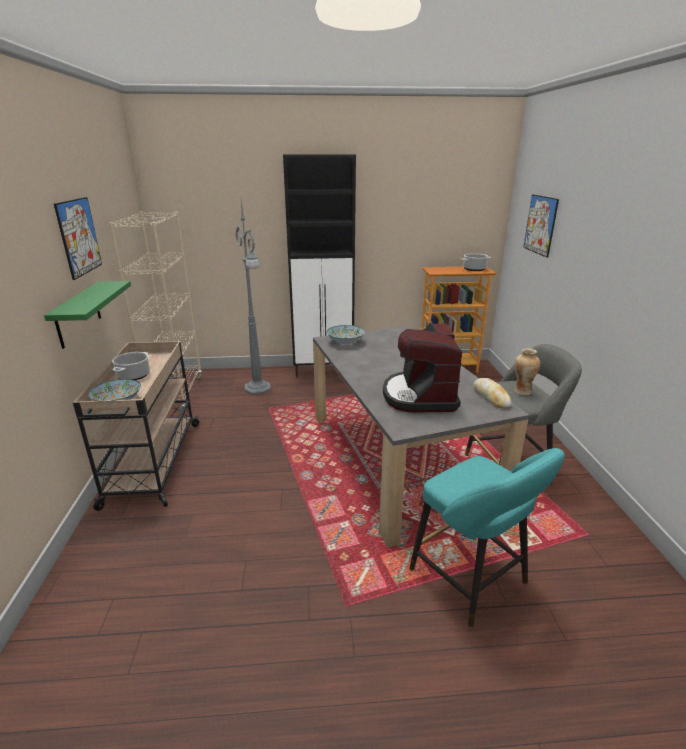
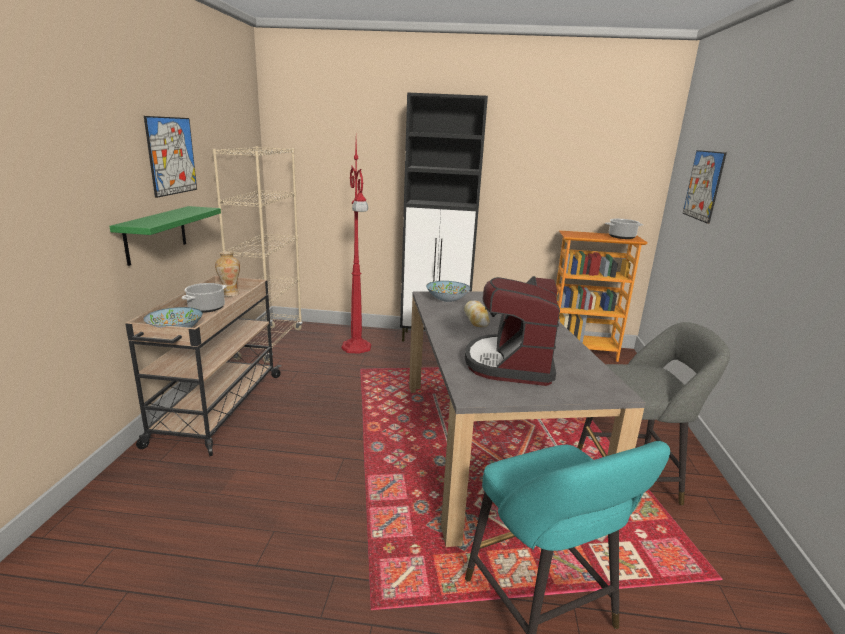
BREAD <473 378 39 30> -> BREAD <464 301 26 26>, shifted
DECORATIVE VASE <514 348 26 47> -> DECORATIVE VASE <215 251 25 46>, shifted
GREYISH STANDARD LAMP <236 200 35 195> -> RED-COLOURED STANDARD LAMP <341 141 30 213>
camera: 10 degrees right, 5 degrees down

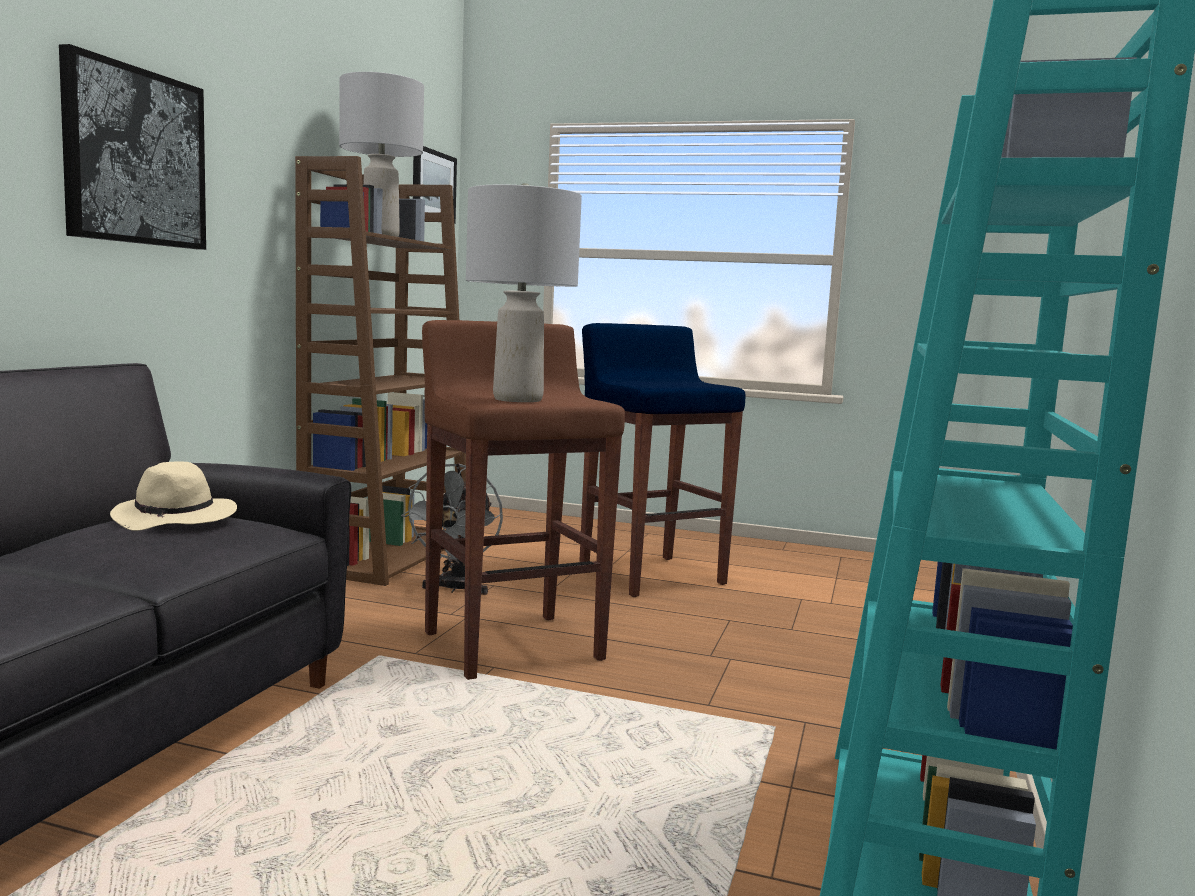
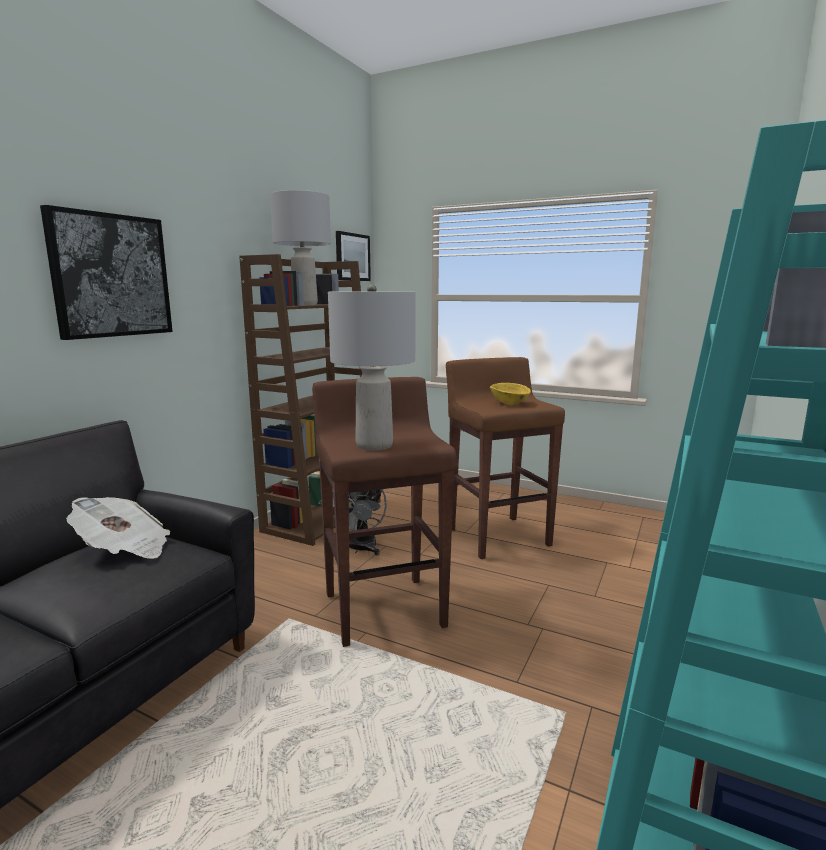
none -> YELLOW-COLOURED DEEP DISH <490 383 41 22>
SAND-COLOURED WEARABLE HAT <110 461 127 70> -> PRINTED PAPER <66 497 104 62>
BLUE-COLOURED STOOL <579 323 166 274> -> BROWN-COLOURED STOOL <446 357 119 202>
camera: 10 degrees right, 5 degrees up

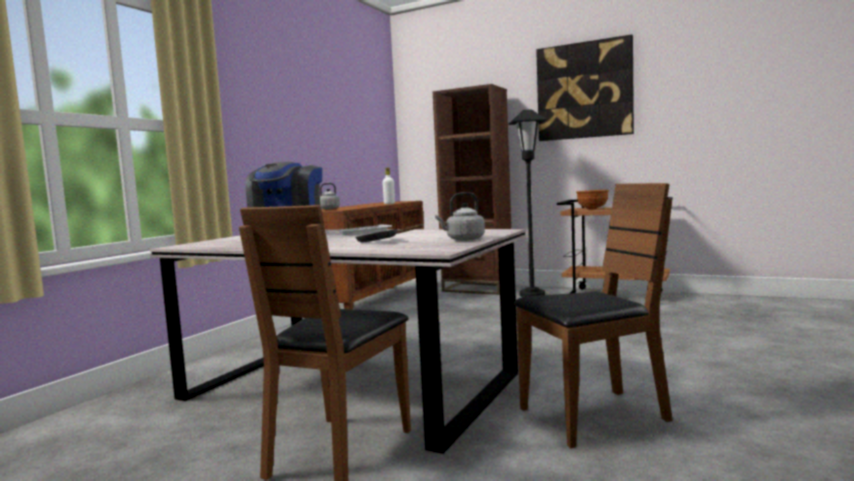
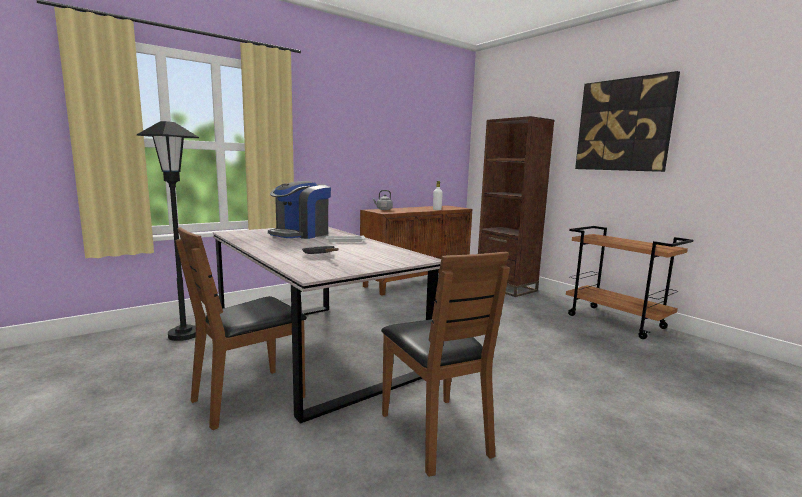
GREYISH WATER KETTLE <435 192 50 49> -> none
BROWN-COLOURED DEEP DISH <576 190 33 20> -> none
BLACKISH STANDARD LAMP <508 109 39 188> -> BLACKISH STANDARD LAMP <137 121 62 220>, shifted
BROWN-COLOURED PLAIN CHAIR <513 183 159 265> -> BROWN-COLOURED PLAIN CHAIR <381 251 129 226>, 60 degrees clockwise
camera: 25 degrees right, 5 degrees up

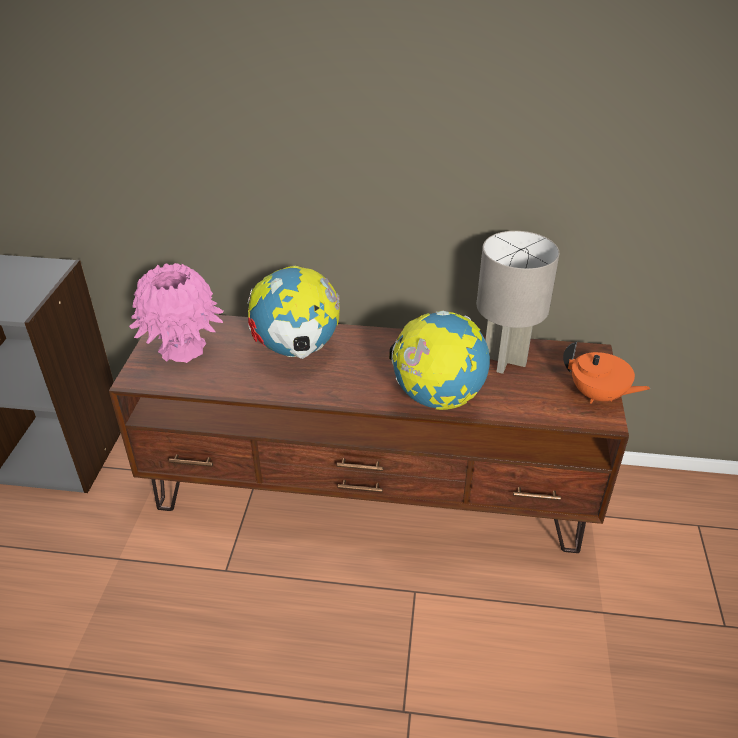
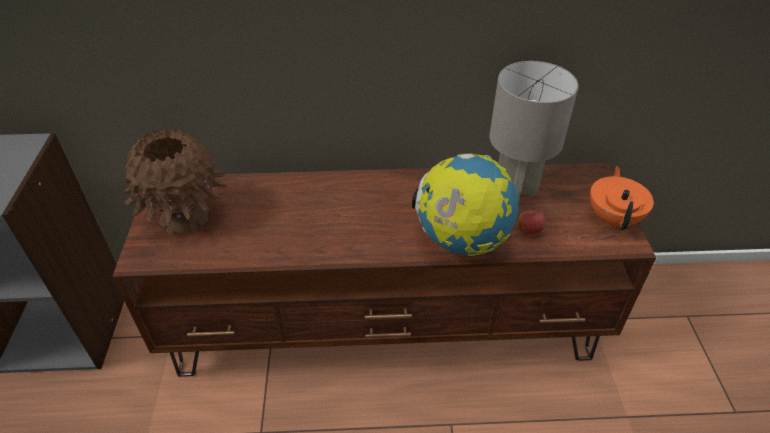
WORLD GLOBE <247 266 93 93> -> none
none -> APPLE <518 210 28 26>
PINK DECORATIVE VASE <129 263 95 100> -> BROWN-COLOURED DECORATIVE VASE <124 129 103 105>
ORANGEY POT FOR TEA <563 342 87 62> -> ORANGEY POT FOR TEA <590 166 64 64>, 105 degrees counterclockwise
camera: 10 degrees left, 5 degrees up

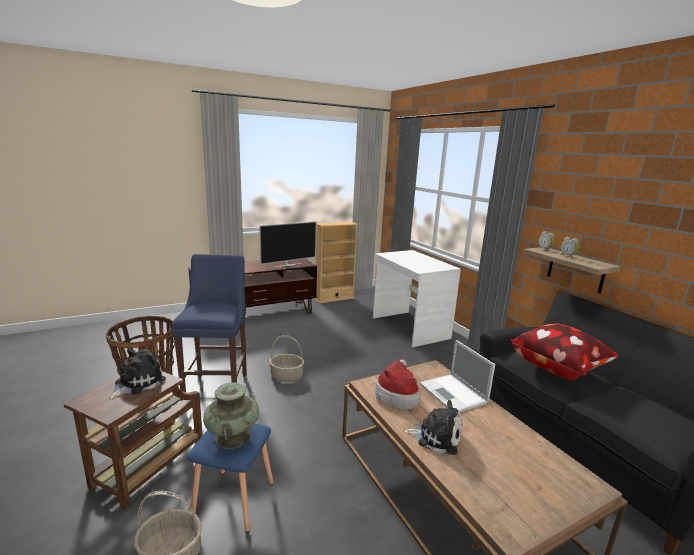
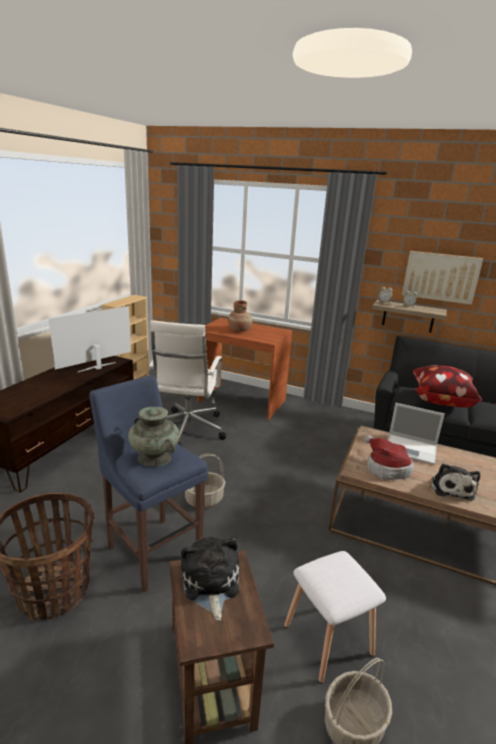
none -> WHITE-COLOURED DESK CHAIR <148 320 78 126>
none -> BROWN-COLOURED DECORATIVE VASE <228 300 24 32>
none -> PICTURE <402 251 81 54>
TURQUOISE-COLOURED DECORATIVE VASE <203 382 56 67> -> TURQUOISE-COLOURED DECORATIVE VASE <128 407 51 60>, shifted
BLUE-COLOURED STOOL <187 423 87 109> -> WHITE-COLOURED STOOL <284 551 102 133>
WHITE-COLOURED DESK <373 250 88 97> -> BROWN-COLOURED DESK <197 318 95 102>
TV SET <259 221 57 46> -> TV SET <49 306 82 66>, 150 degrees counterclockwise
CUDDLY TOY <403 400 59 55> -> CUDDLY TOY <431 463 49 38>, 120 degrees clockwise
camera: 40 degrees left, 5 degrees up

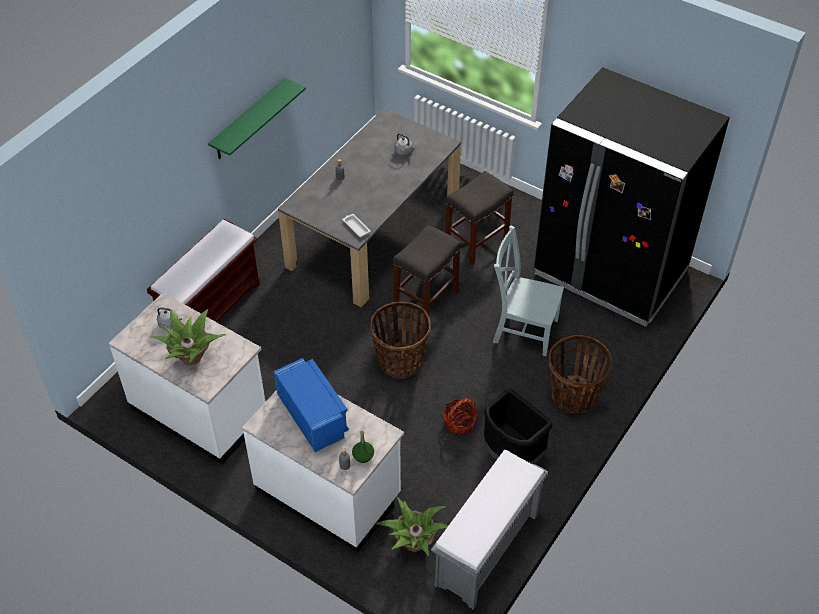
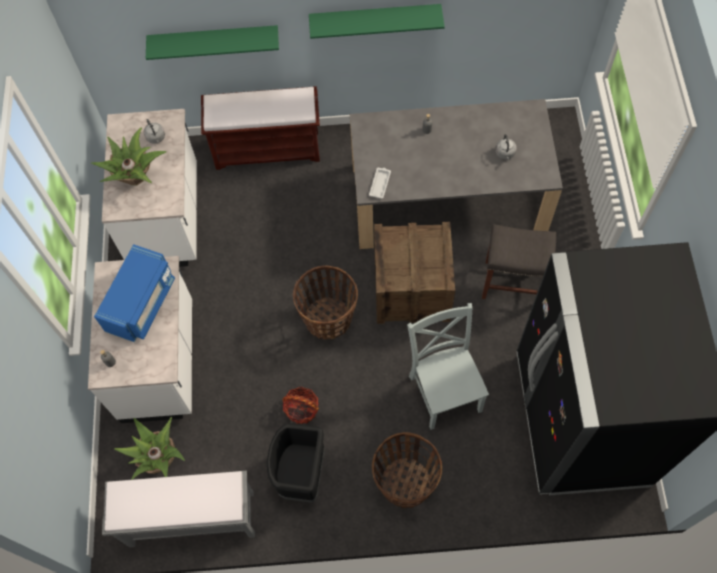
GREENISH BEVERAGE BOTTLE <352 431 22 32> -> none
none -> GREENISH SHELF <146 25 133 35>
GREYISH STOOL <393 225 68 99> -> SHIPPING CRATE <374 222 81 102>
camera: 55 degrees right, 15 degrees up

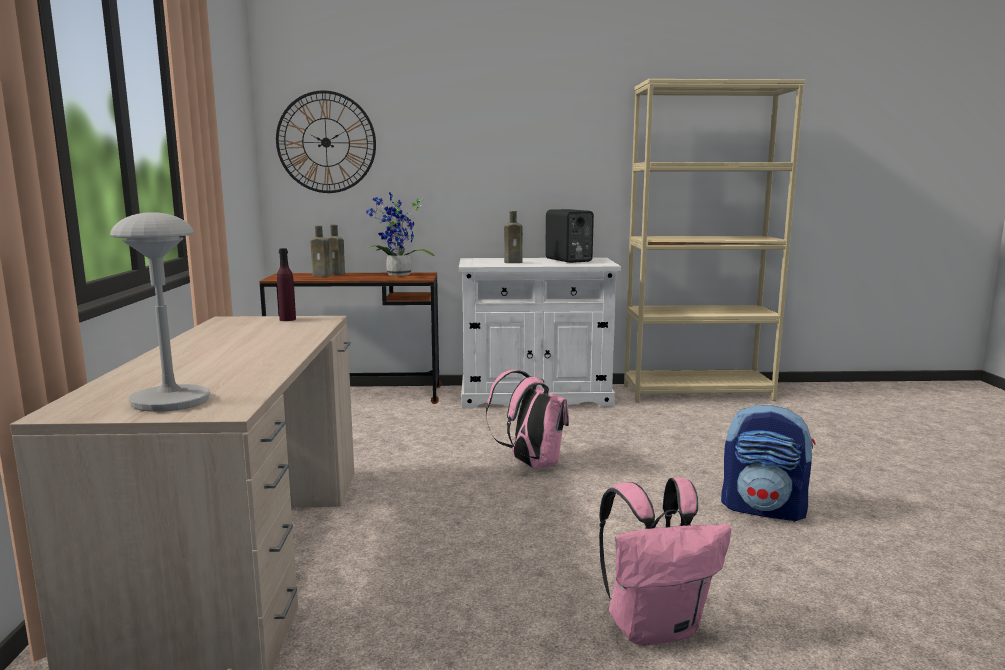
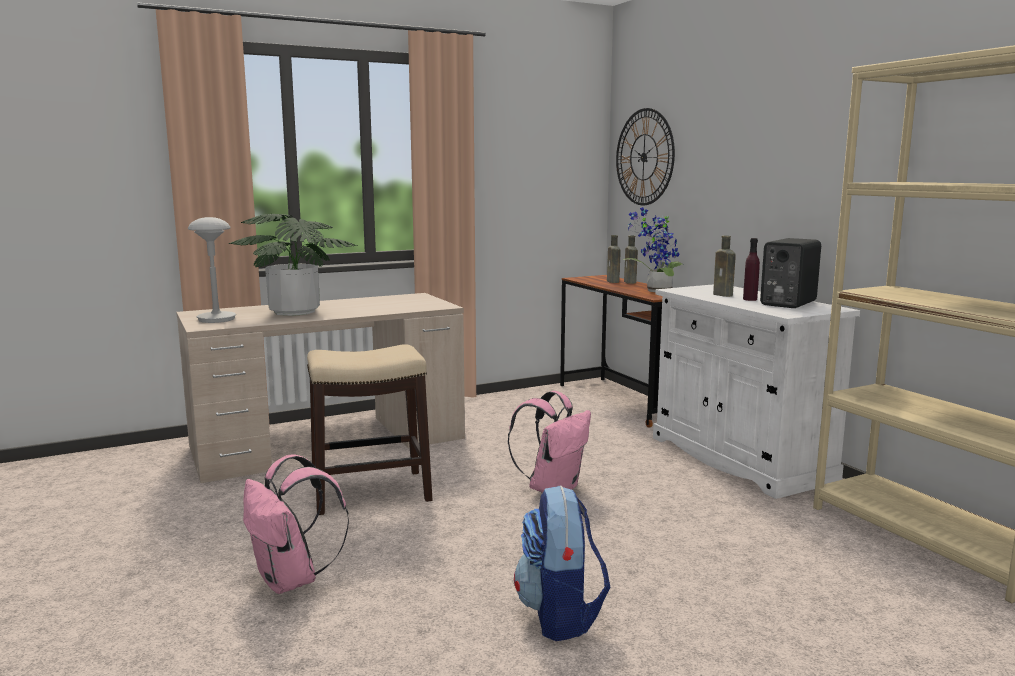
none -> POTTED PLANT <229 214 129 102>
none -> STOOL <307 344 126 171>
PURPLISH BEVERAGE BOTTLE <277 248 19 73> -> PURPLISH BEVERAGE BOTTLE <743 238 17 63>, shifted
camera: 65 degrees right, 0 degrees up

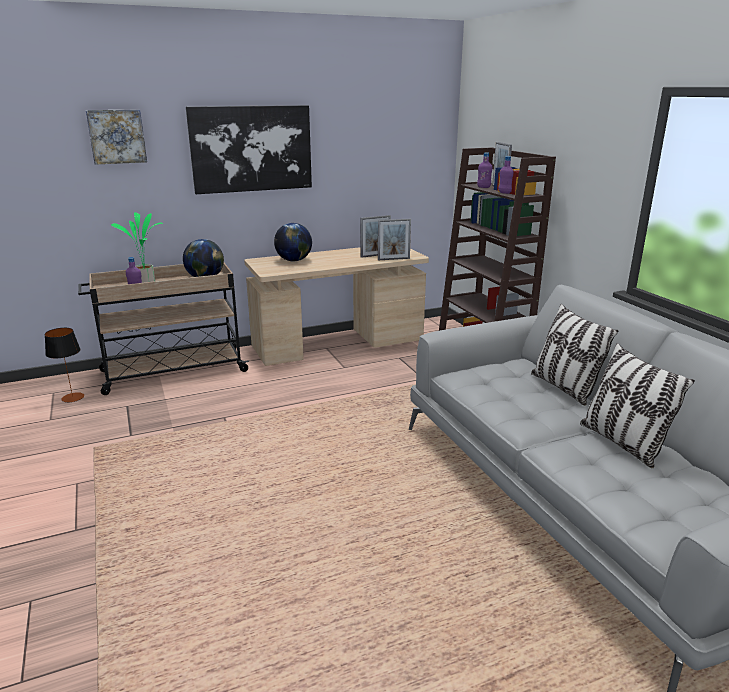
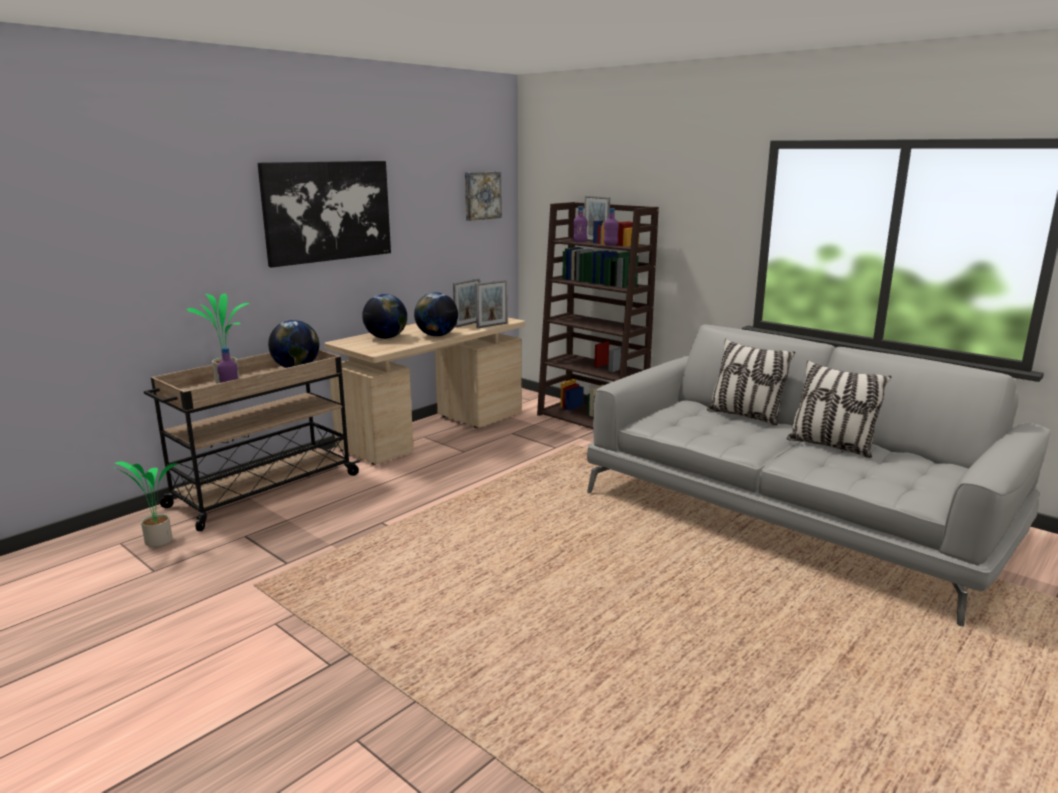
none -> WORLD GLOBE <414 292 44 44>
PICTURE <86 109 61 56> -> PICTURE <465 172 37 49>, shifted
TABLE LAMP <45 328 39 74> -> POTTED PLANT <112 462 66 85>
camera: 25 degrees left, 5 degrees down

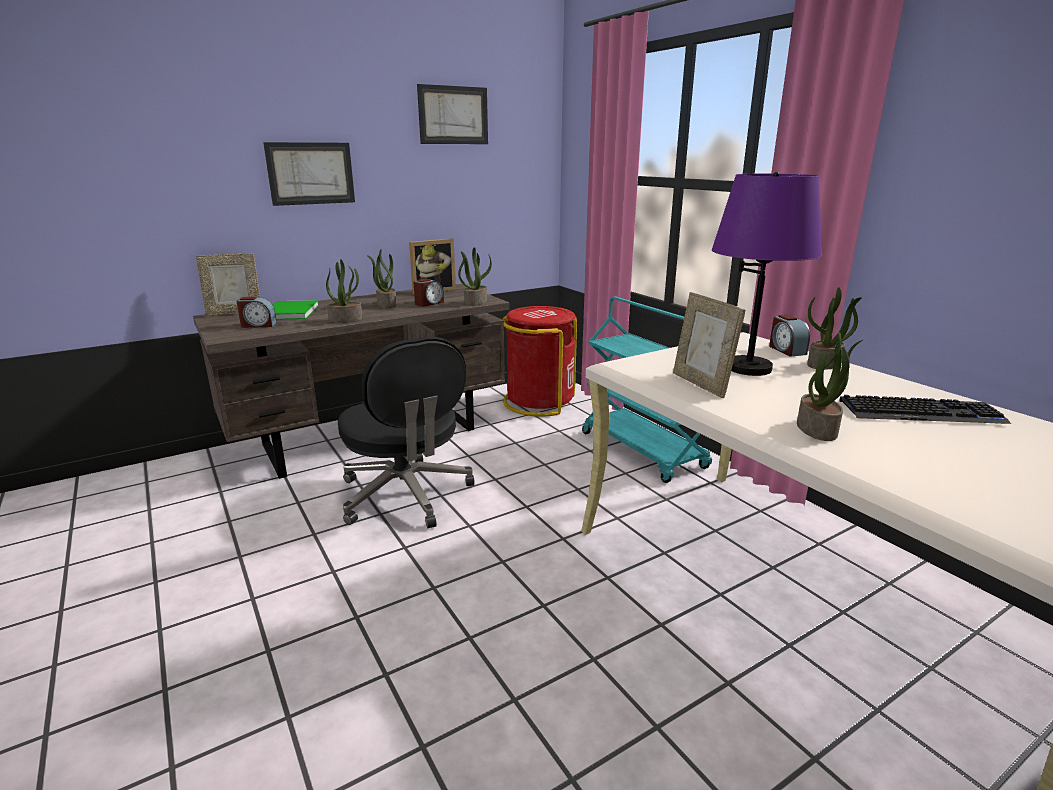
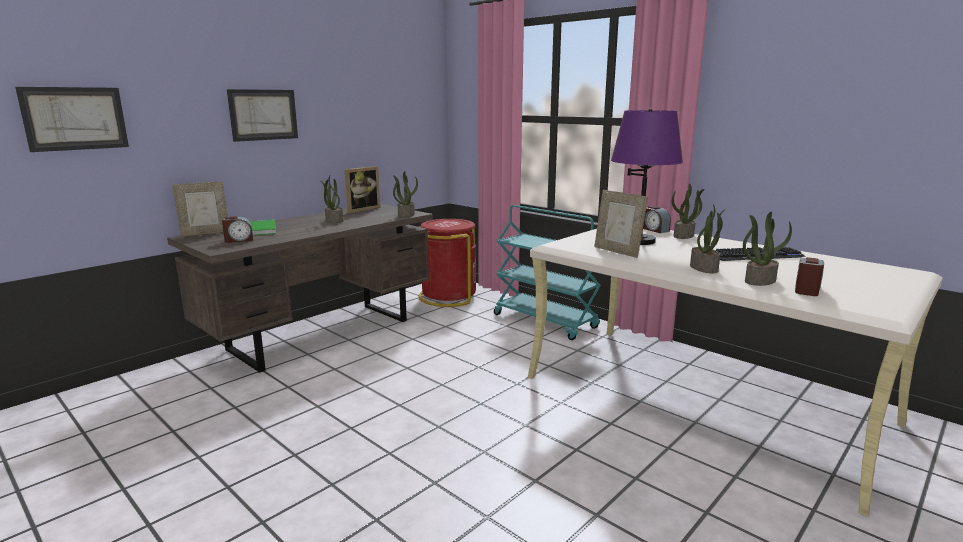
BLACKISH DESK CHAIR <338 337 137 191> -> none
POTTED PLANT <326 259 37 64> -> POTTED PLANT <743 212 49 74>, shifted
BEDSIDE CLOCK <414 279 30 28> -> BEDSIDE CLOCK <795 257 29 39>, shifted
PICTURE <417 84 71 60> -> PICTURE <15 87 114 65>, shifted
camera: 15 degrees left, 5 degrees down

